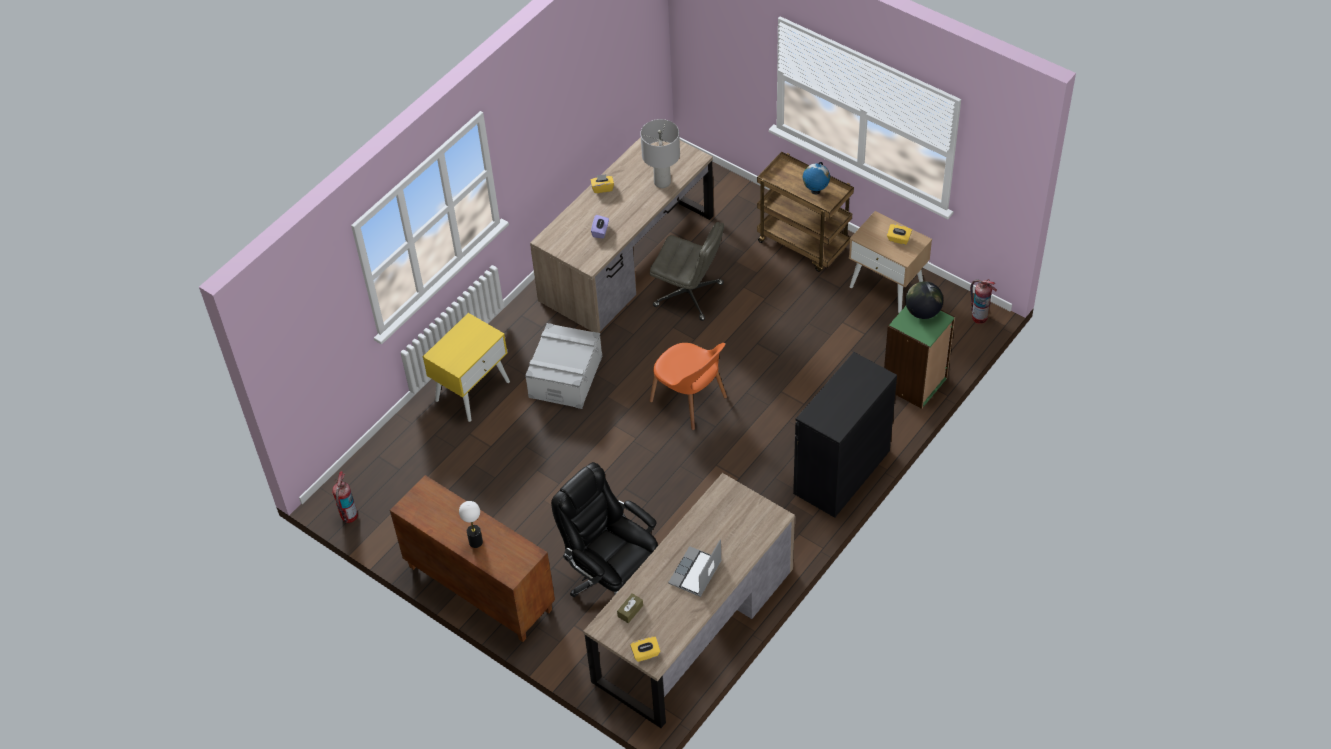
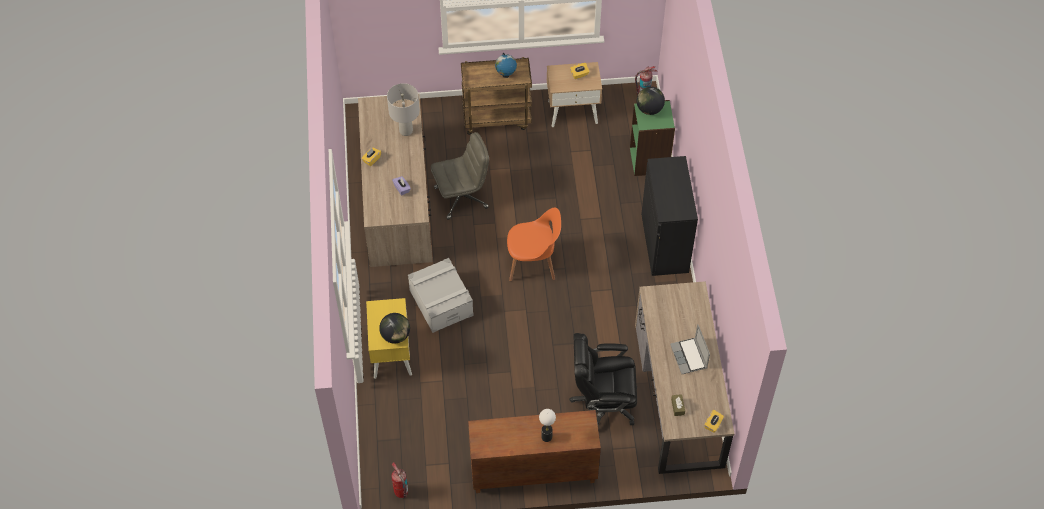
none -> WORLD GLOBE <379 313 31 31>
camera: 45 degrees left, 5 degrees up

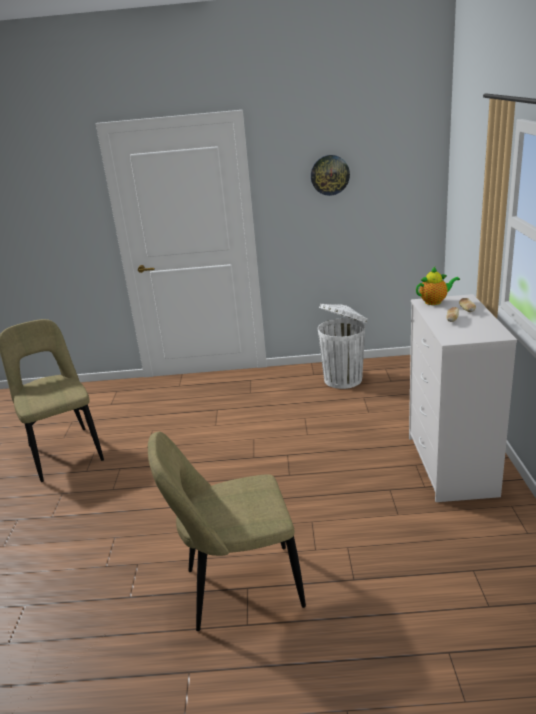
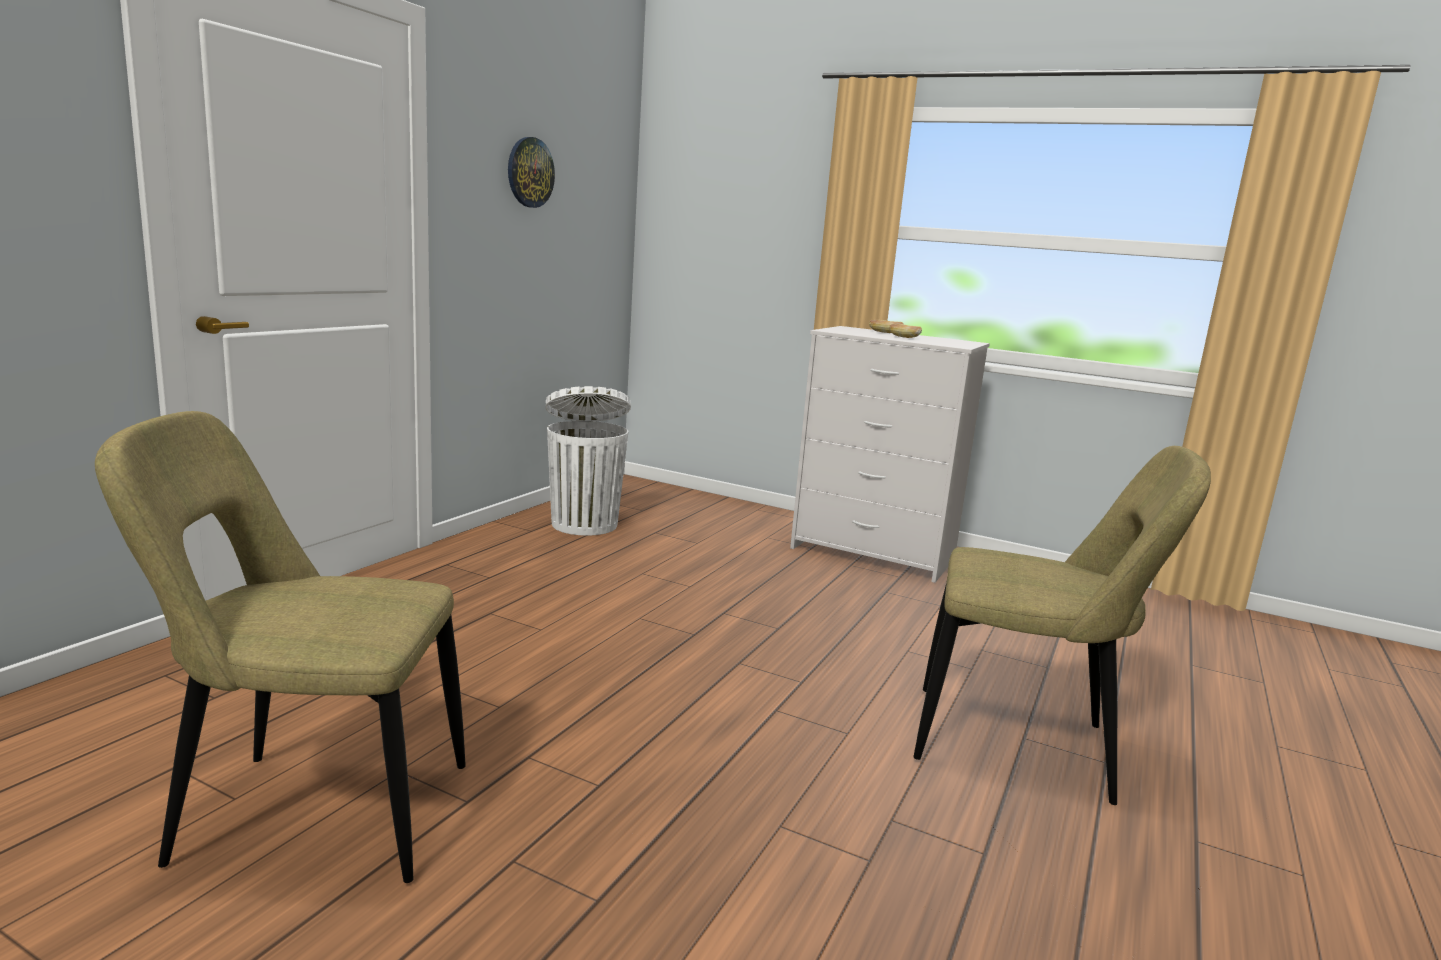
POT FOR TEA <416 267 44 38> -> none
SAND-COLOURED PLAIN CHAIR <148 432 158 199> -> SAND-COLOURED PLAIN CHAIR <914 446 297 359>, 90 degrees counterclockwise
camera: 65 degrees left, 10 degrees down

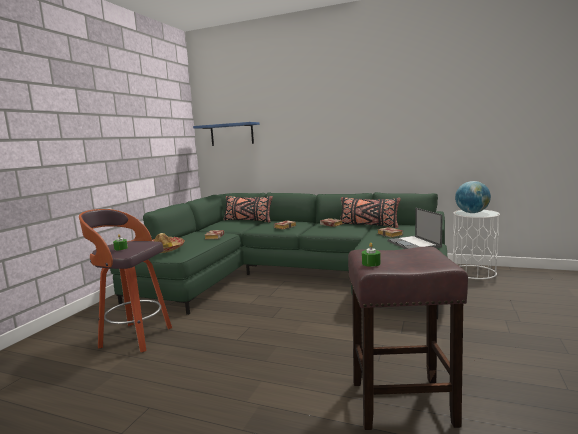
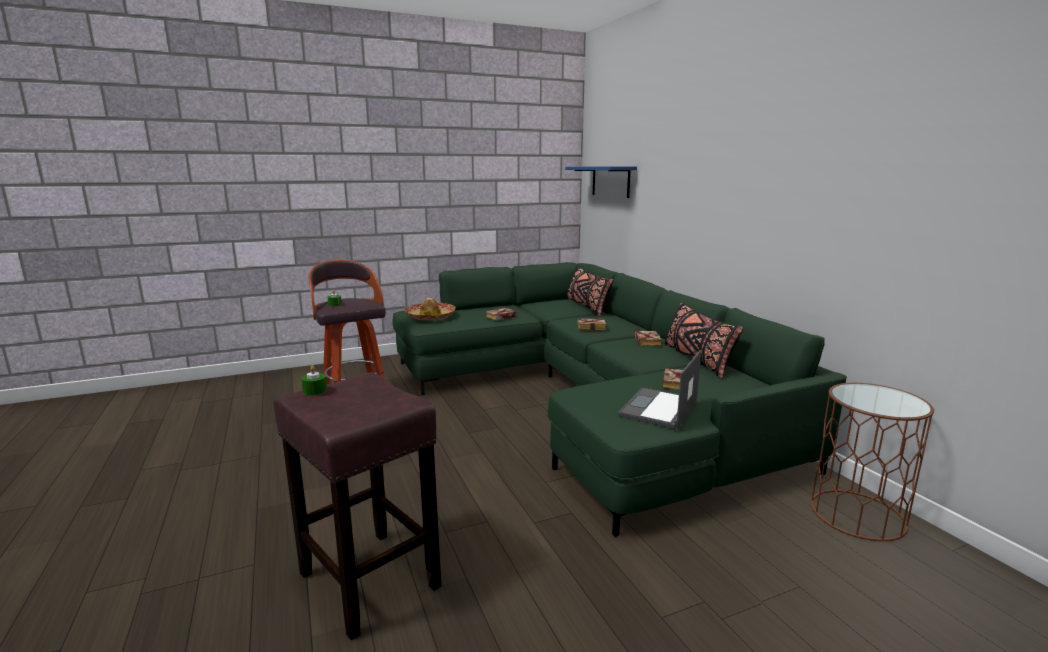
WORLD GLOBE <455 181 36 32> -> none
WHITE-COLOURED ACCENT TABLE <453 210 47 69> -> BROWN-COLOURED ACCENT TABLE <811 383 123 158>
camera: 45 degrees right, 5 degrees up

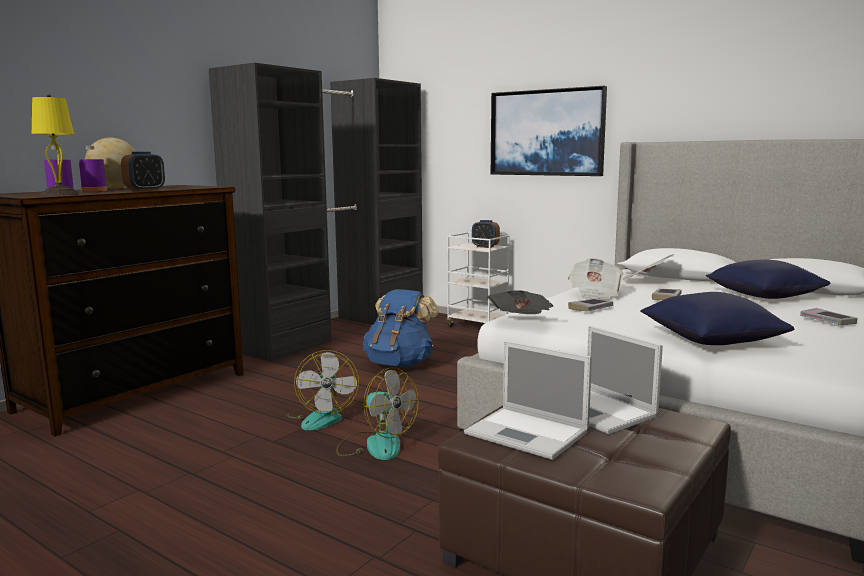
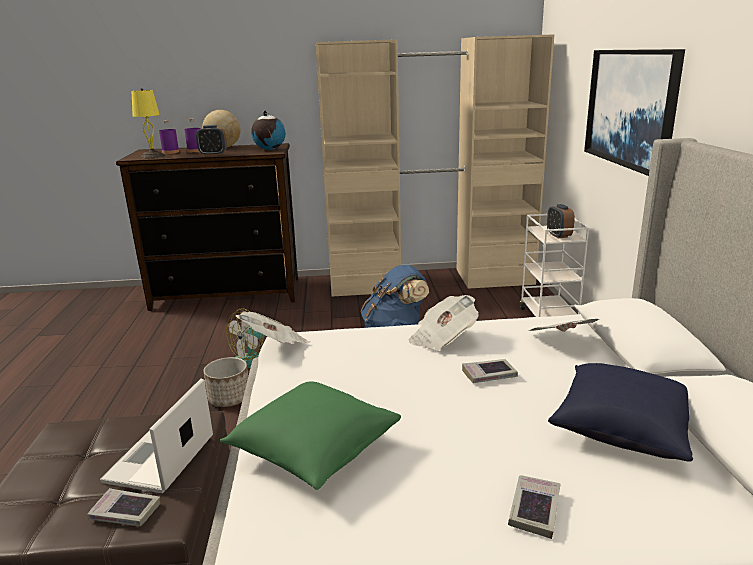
NOTEBOOK COMPUTER <464 341 128 119> -> none
none -> WORLD GLOBE <251 111 34 39>
VOLUME <568 299 45 13> -> VOLUME <87 488 74 38>, shifted
ELECTRIC FAN <336 367 83 93> -> PLANT POT <203 357 45 50>
BLACKISH CLOTHES CUPBOARD <209 63 214 298> -> SAND-COLOURED CLOTHES CUPBOARD <315 34 239 263>
BLUE-COLOURED PILLOW <640 292 154 53> -> GREENISH PILLOW <220 381 181 109>
camera: 50 degrees right, 10 degrees up

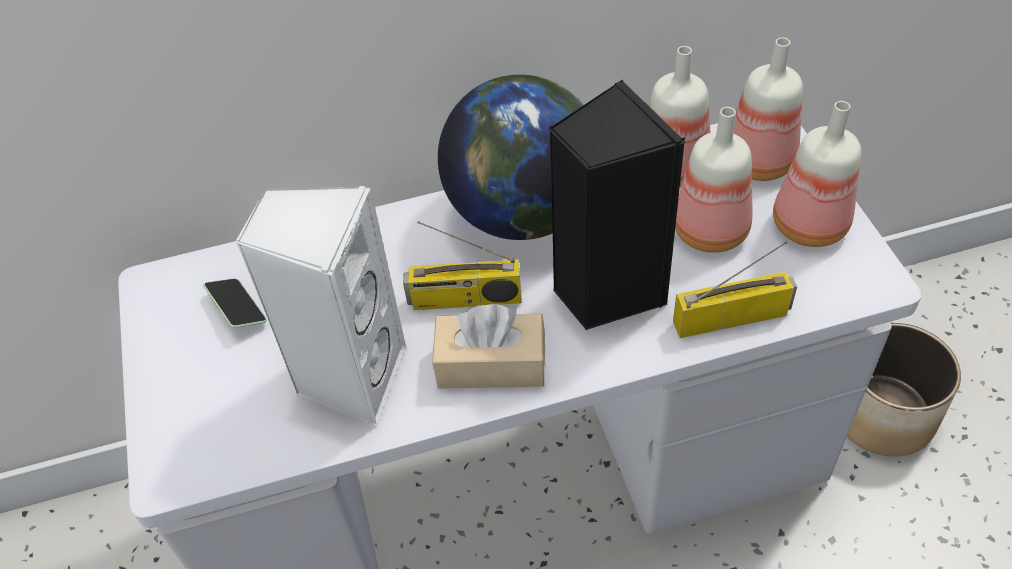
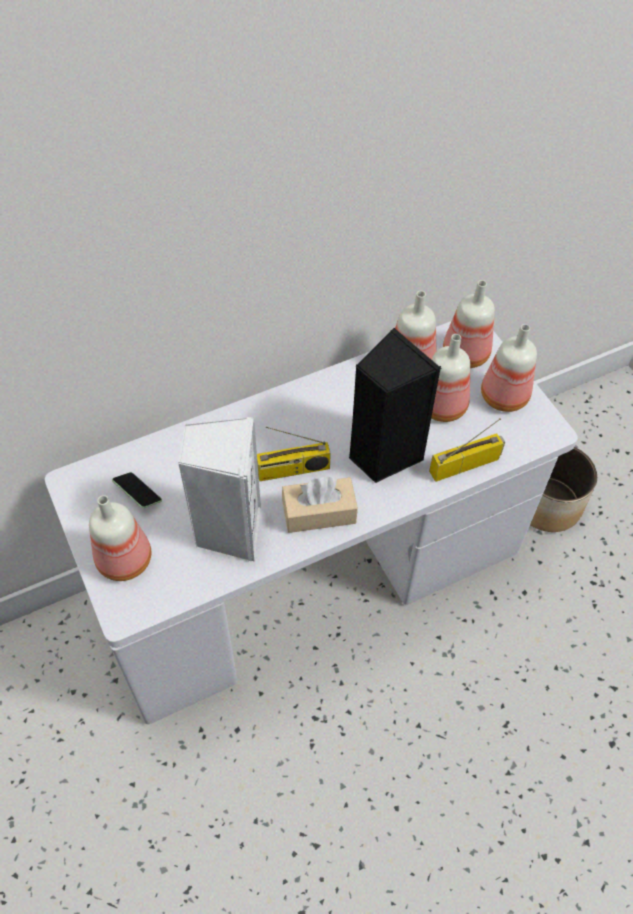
WORLD GLOBE <438 75 145 165> -> none
none -> BEVERAGE BOTTLE <89 495 62 86>
camera: 15 degrees left, 5 degrees up

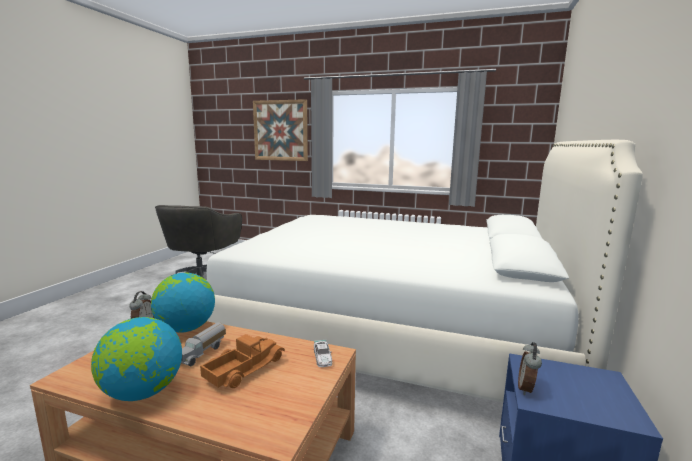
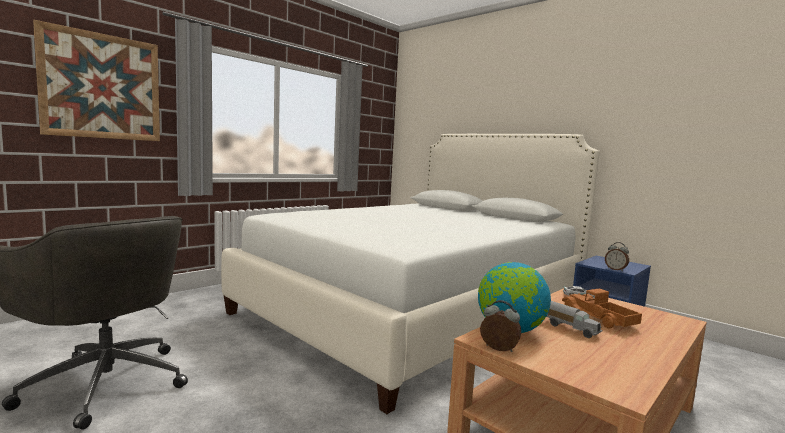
WORLD GLOBE <91 317 91 84> -> none
camera: 65 degrees left, 5 degrees down

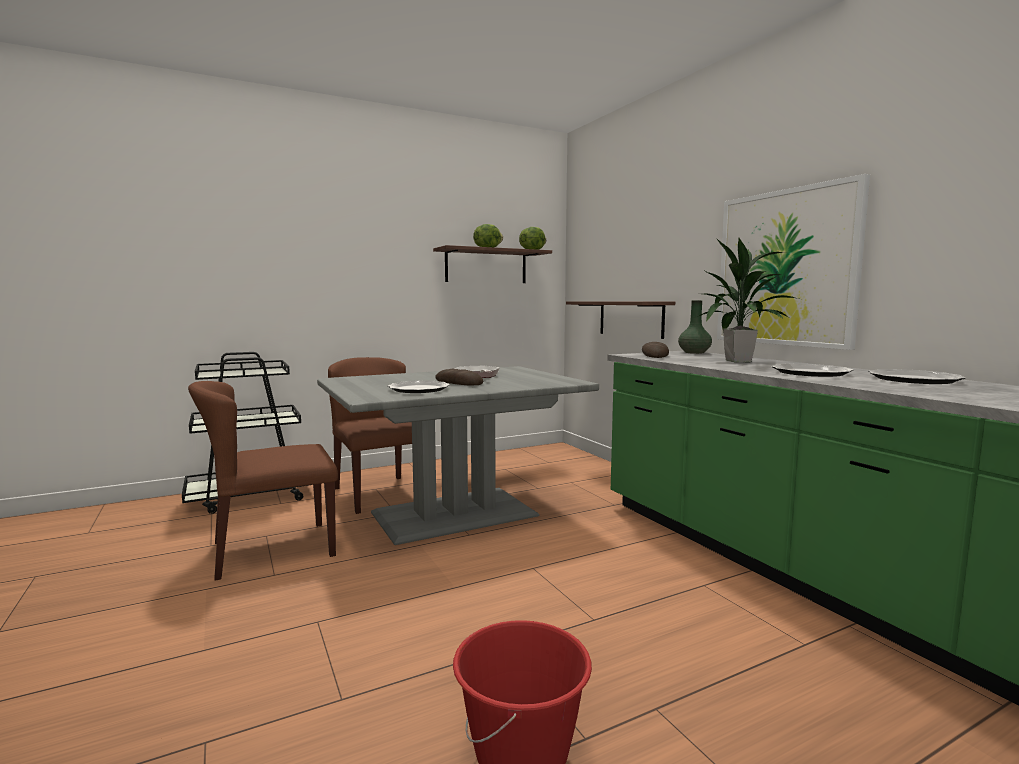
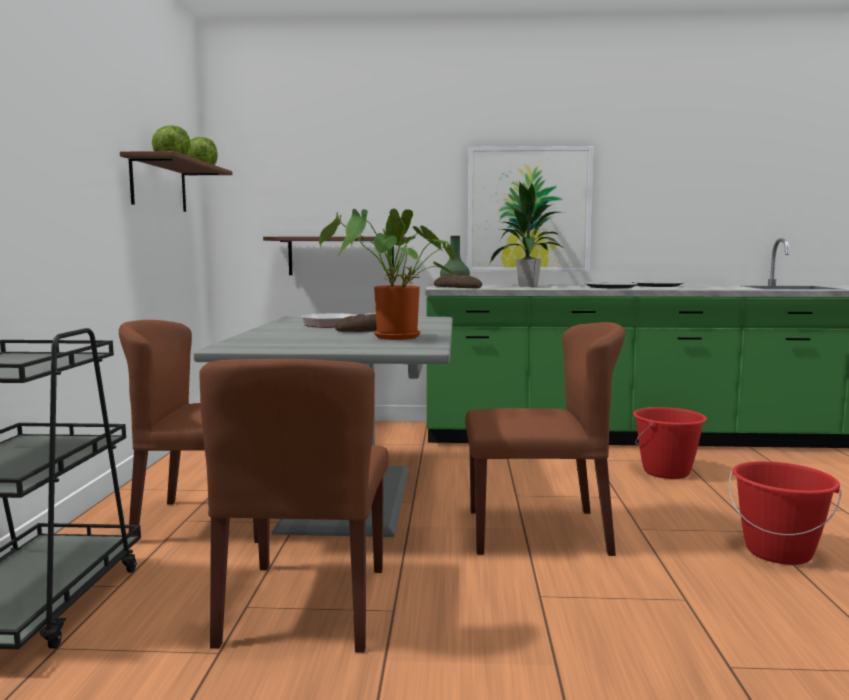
none -> BROWN-COLOURED PLAIN CHAIR <465 322 160 234>
none -> RED-COLOURED BUCKET <633 407 74 72>
FLAT DISH <388 381 62 12> -> POTTED PLANT <319 209 136 131>
camera: 60 degrees left, 0 degrees up

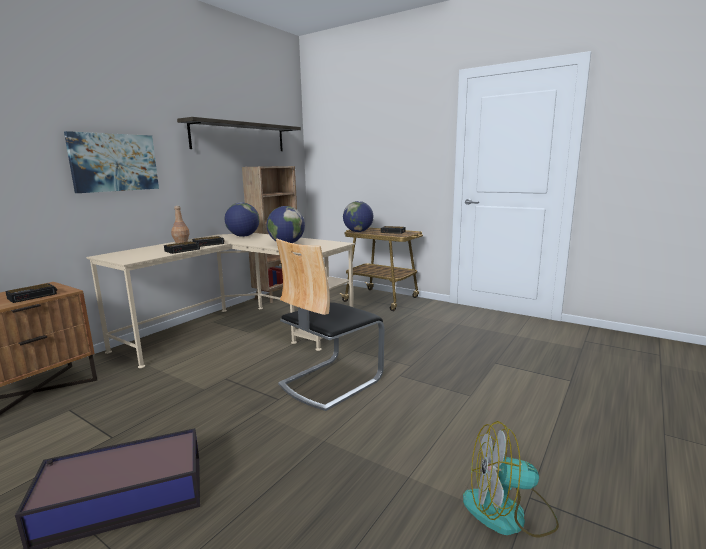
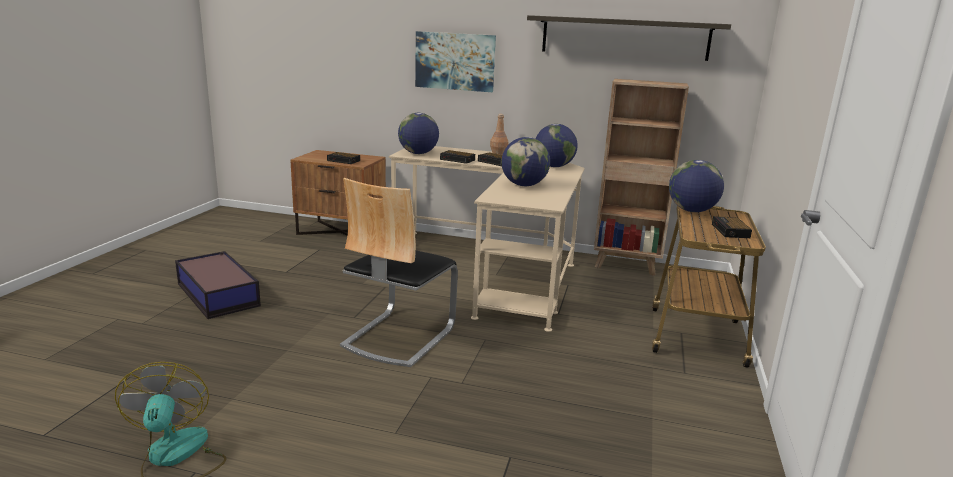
none -> WORLD GLOBE <398 113 41 41>
PLAIN CHAIR <276 238 109 173> -> PLAIN CHAIR <340 178 118 189>, 90 degrees counterclockwise
camera: 70 degrees right, 5 degrees up

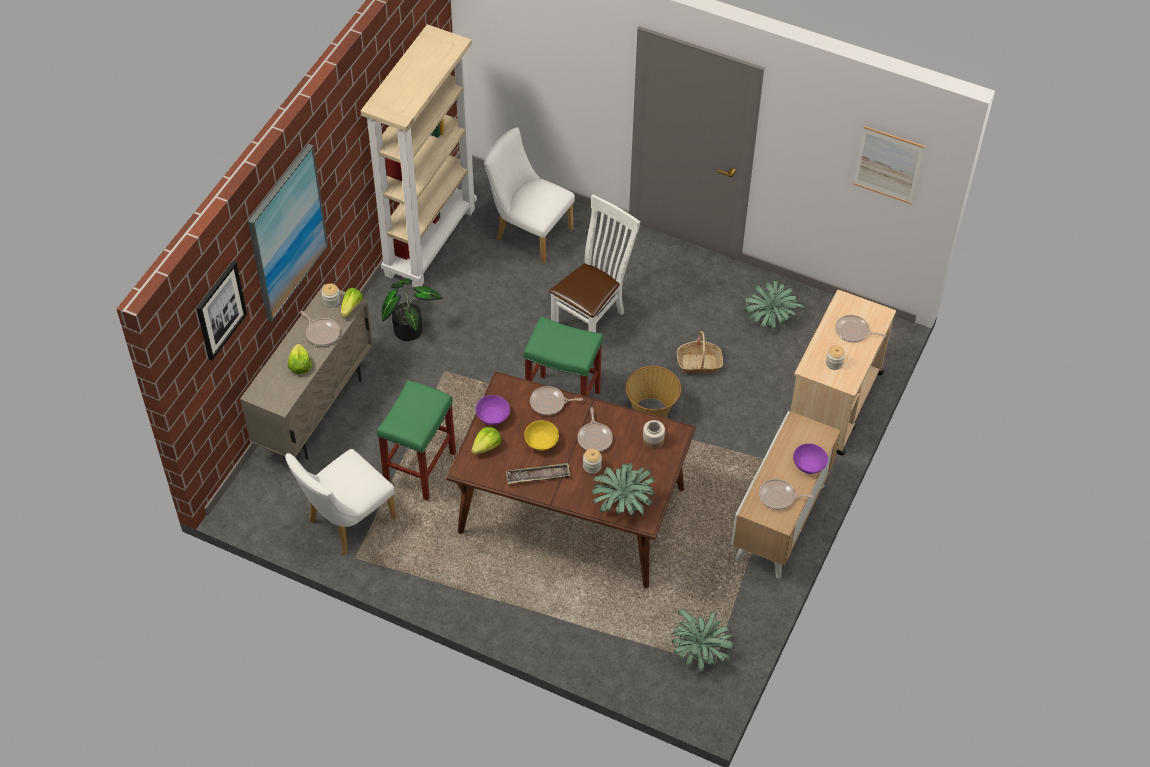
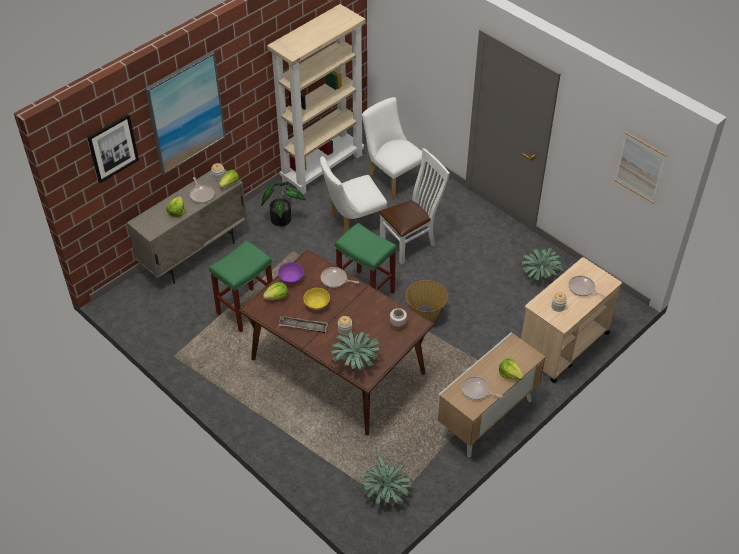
FRYING PAN <577 407 36 45> -> none
STORAGE BASKET <676 331 47 43> -> none
WHITE-COLOURED PLAIN CHAIR <285 449 112 106> -> WHITE-COLOURED PLAIN CHAIR <320 156 67 78>, shifted
PURPLISH DEEP DISH <793 444 35 30> -> LETTUCE <499 358 25 22>
camera: 20 degrees right, 5 degrees down

